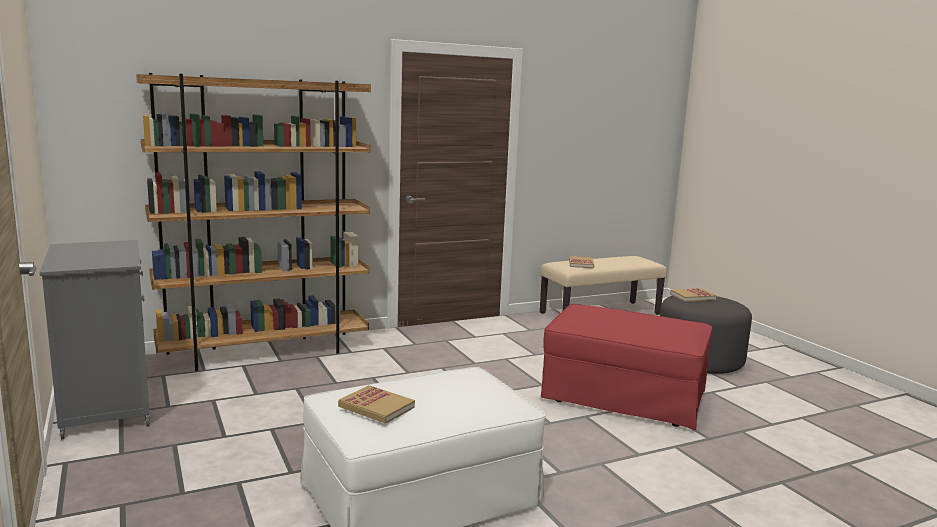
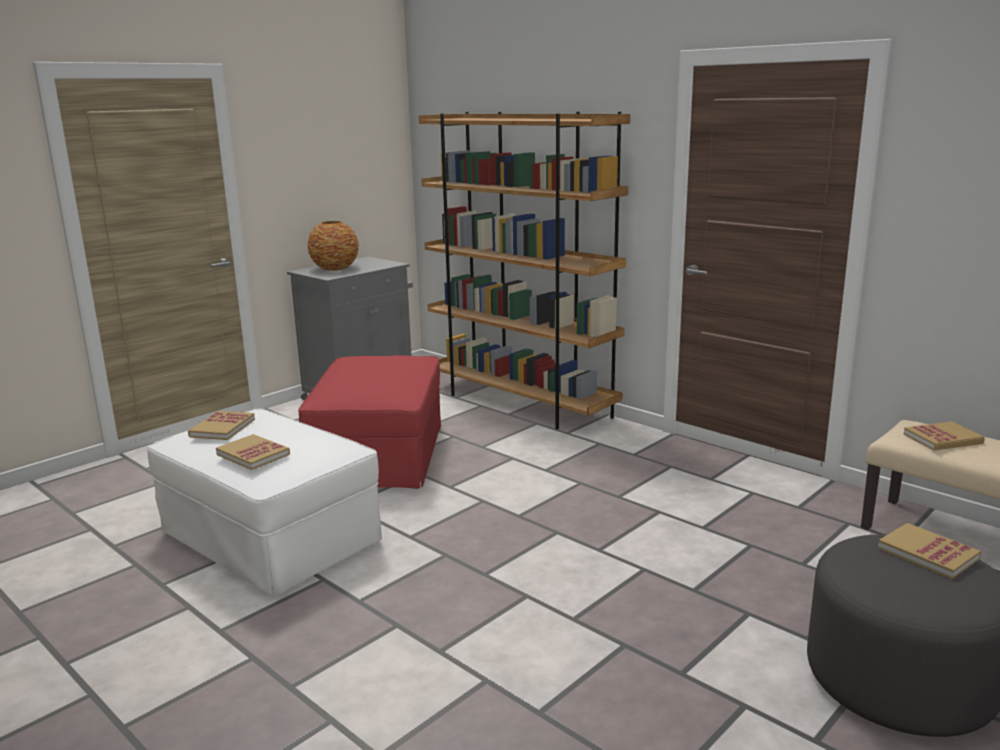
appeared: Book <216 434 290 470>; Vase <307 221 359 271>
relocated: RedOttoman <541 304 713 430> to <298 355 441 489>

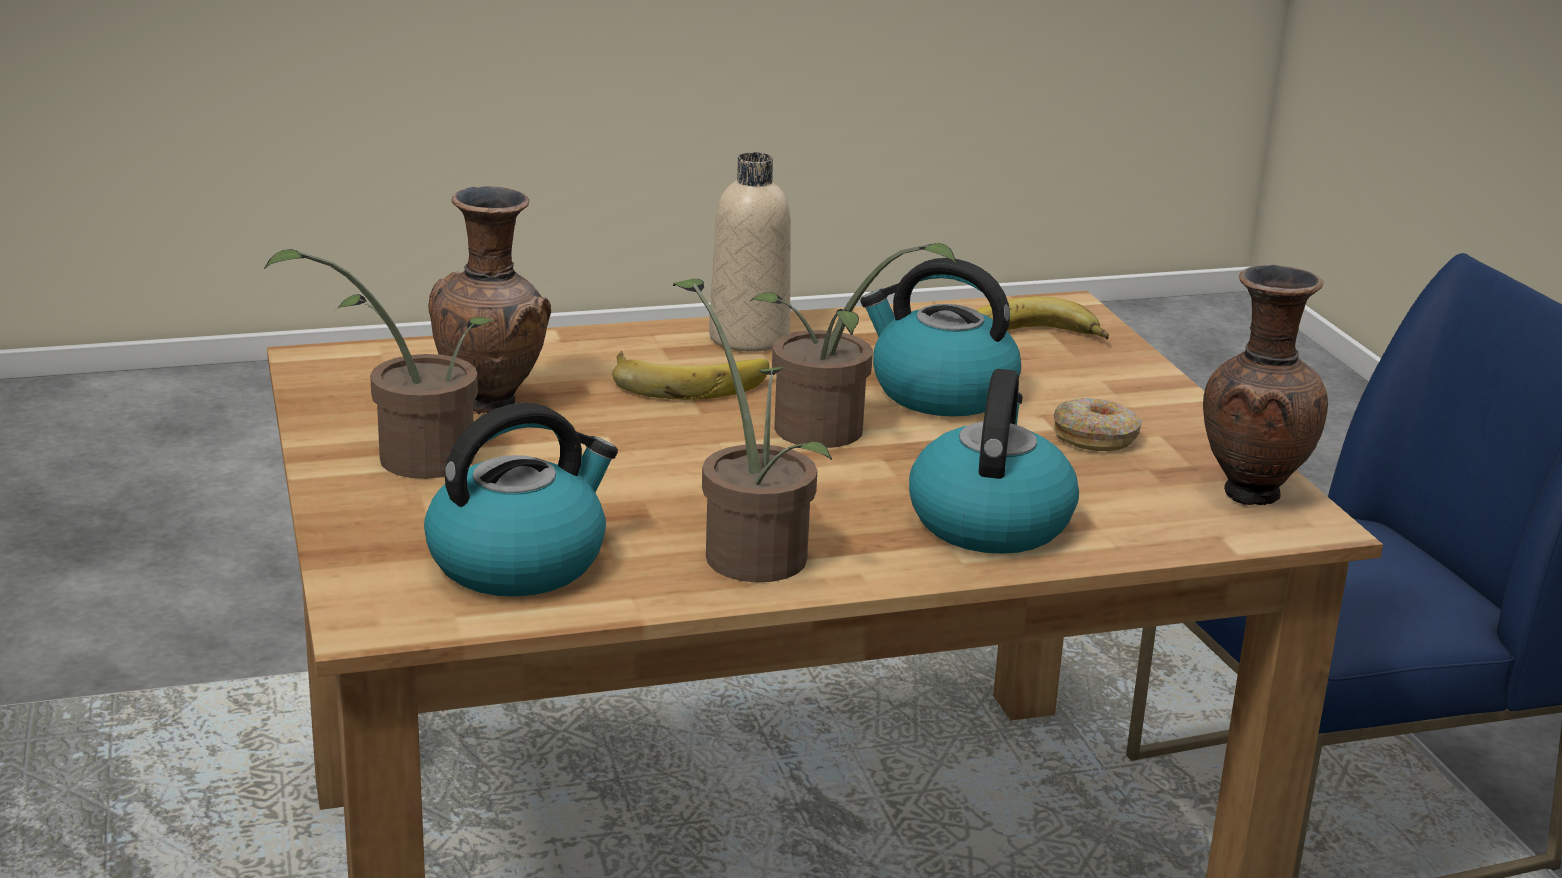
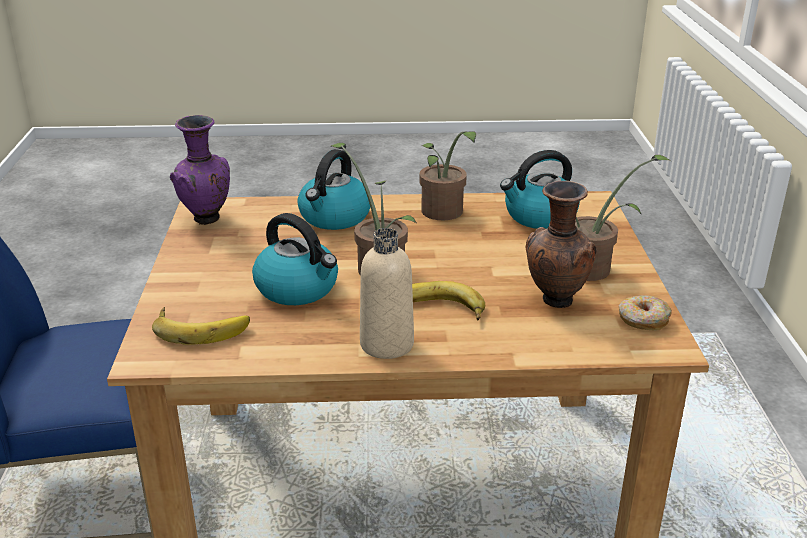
relocated: Donut <1054 398 1142 451> to <619 295 672 331>
colour: BrownVase <1203 265 1328 505> to PurpleVase <170 115 230 225>

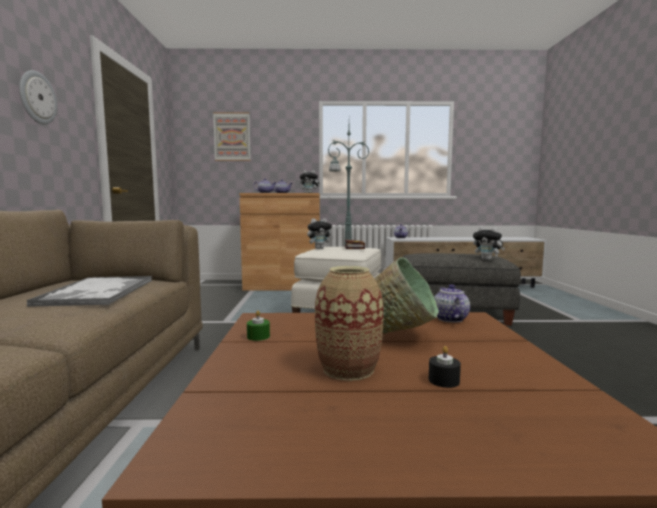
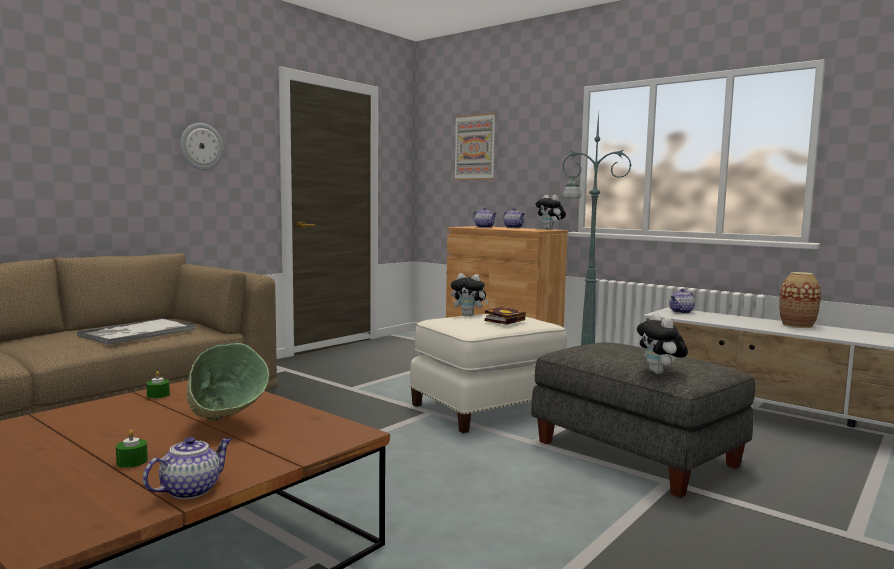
relocated: Teapot <434 284 470 322> to <143 437 232 499>; Vase <315 266 383 381> to <779 272 821 328>
colour: BlackCandle <429 346 461 388> to GreenCandle <116 430 148 468>

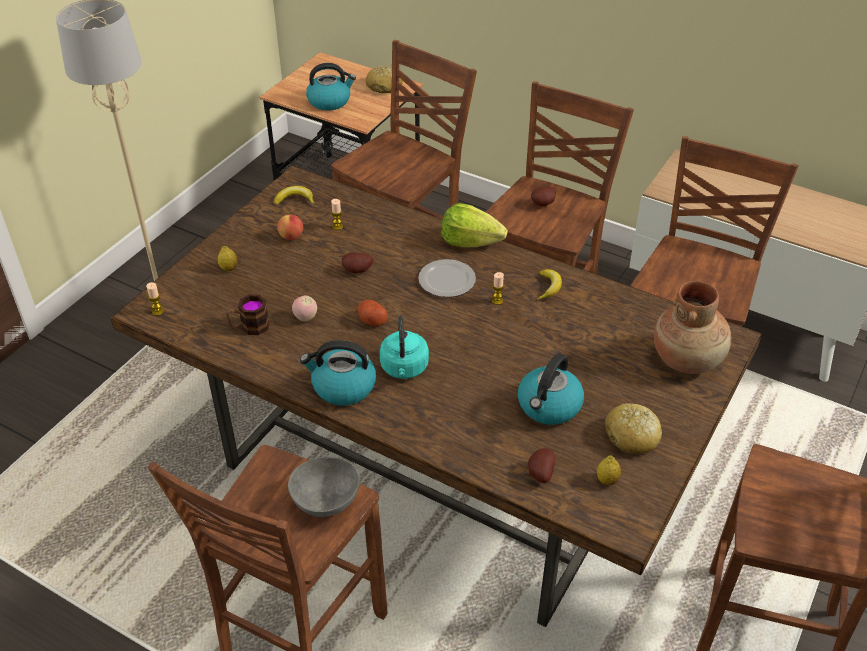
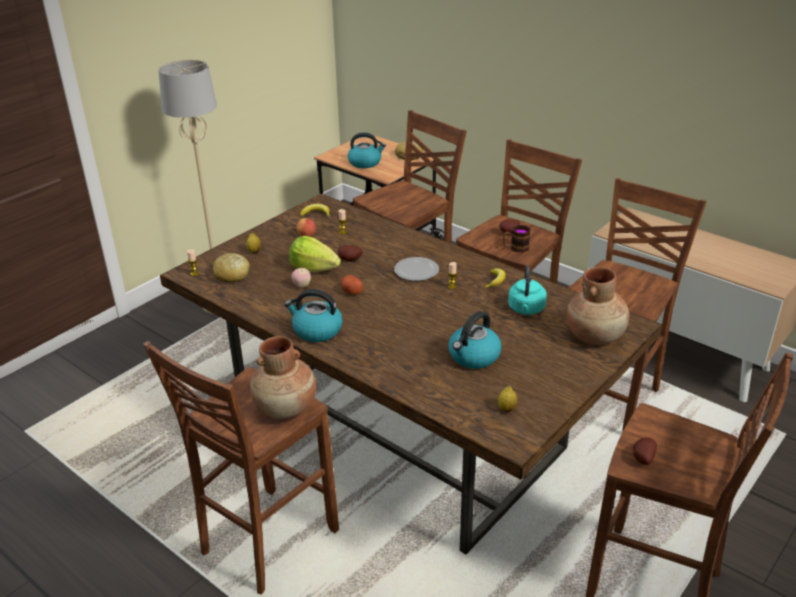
relocated: Bread <605 403 662 454> to <213 253 250 282>; Lettuce <441 203 508 247> to <289 236 341 272>; Mug <226 294 269 335> to <503 225 531 253>; TurquoiseKettle <380 315 429 379> to <508 265 547 315>; Potato <528 448 556 483> to <633 437 657 465>
exchanged: GreyBowl <288 457 360 517> to BrownVase <250 336 316 419>

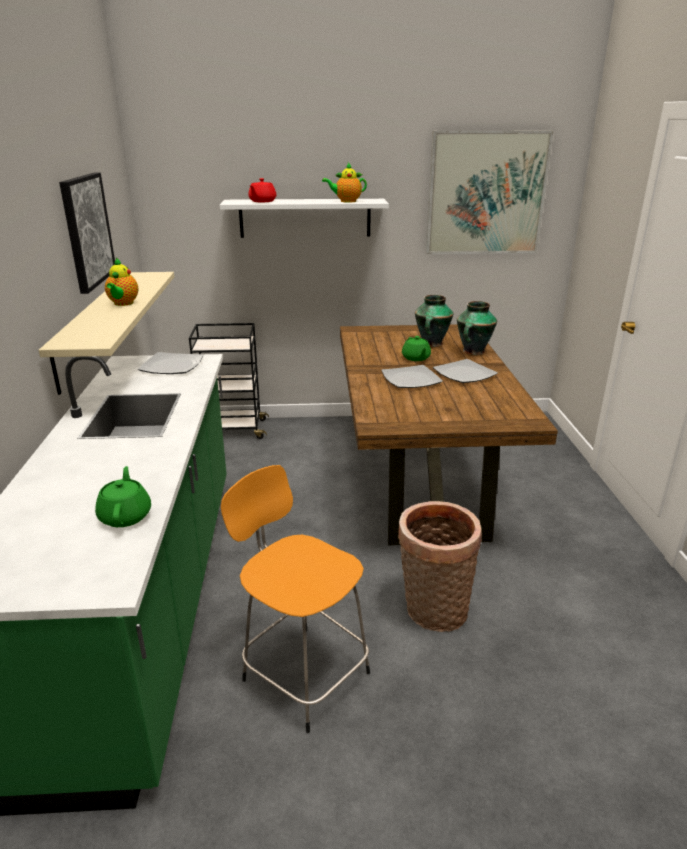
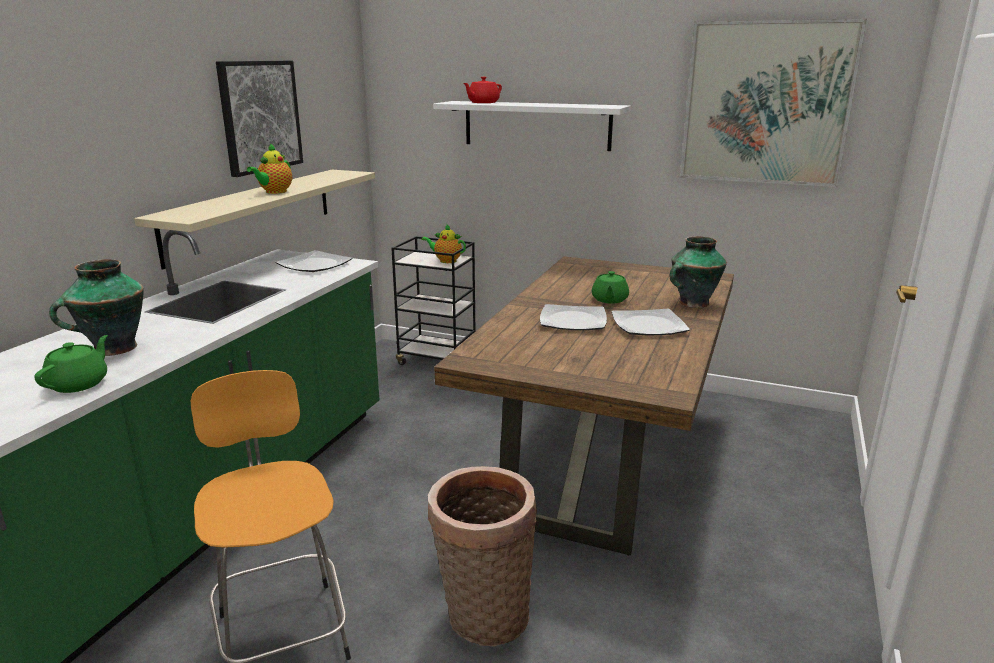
relocated: Vase <415 295 453 347> to <49 259 144 356>; Teapot <322 163 367 202> to <421 224 466 263>

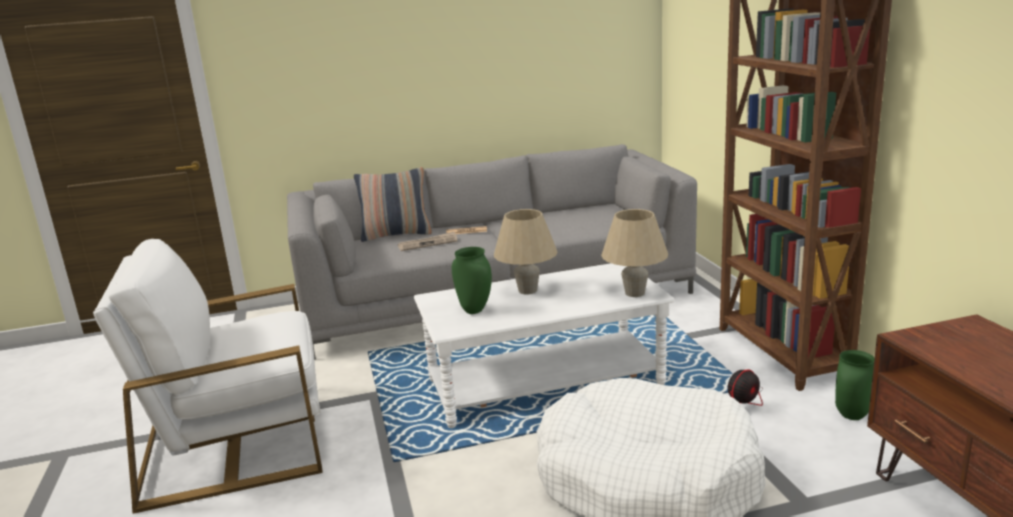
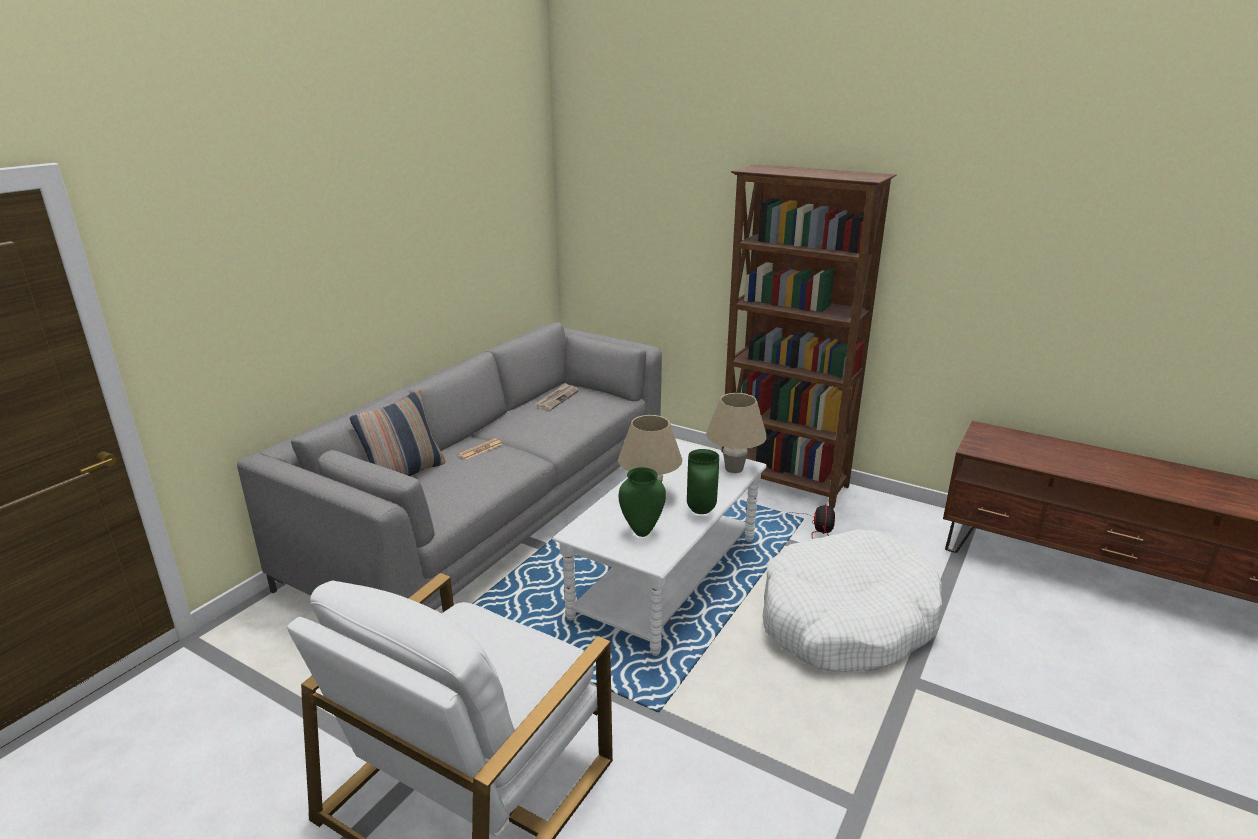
relocated: Newspaper <398 232 457 251> to <535 383 579 410>; GreenVase <835 350 875 420> to <687 449 719 514>

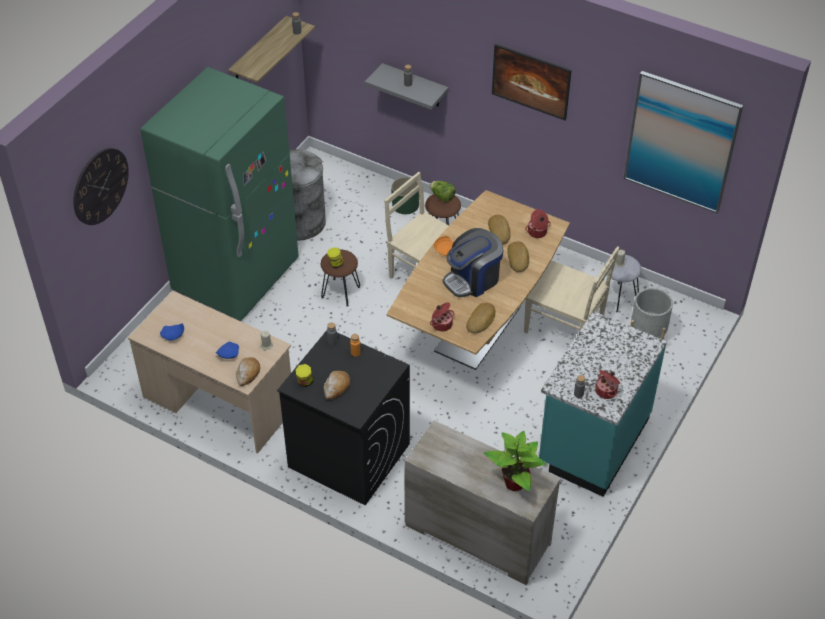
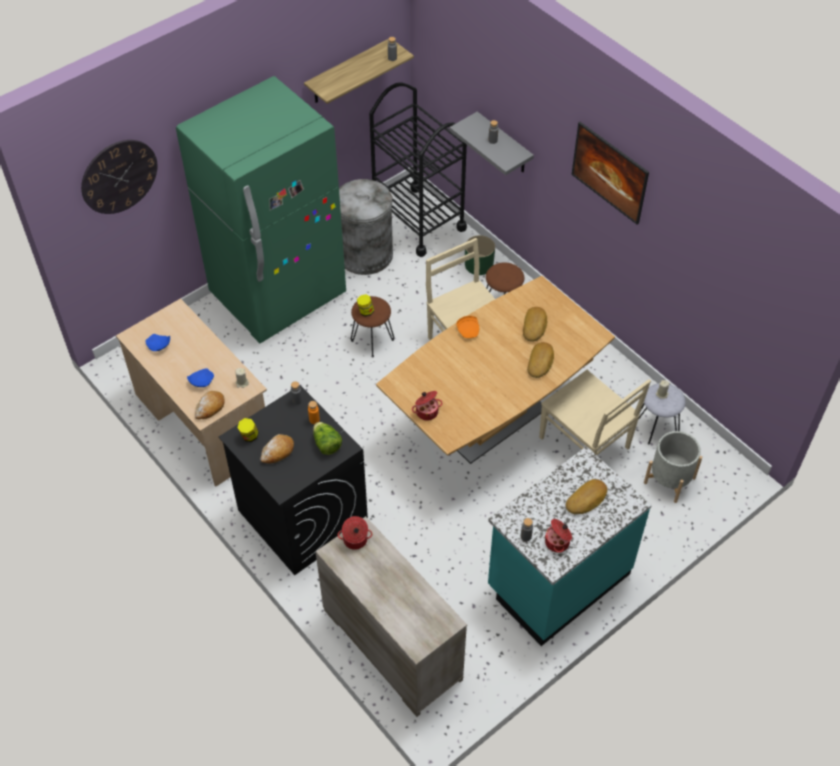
missing: CoffeeMachine <443 228 503 297>; PottedPlant <484 431 546 491>; Picture <624 71 743 213>
appeared: BlackCart <369 82 467 257>
relocated: Lettuce <430 181 456 202> to <313 422 342 455>; CookingPot <525 209 551 238> to <338 516 372 550>; Bread <466 303 495 333> to <566 479 607 514>

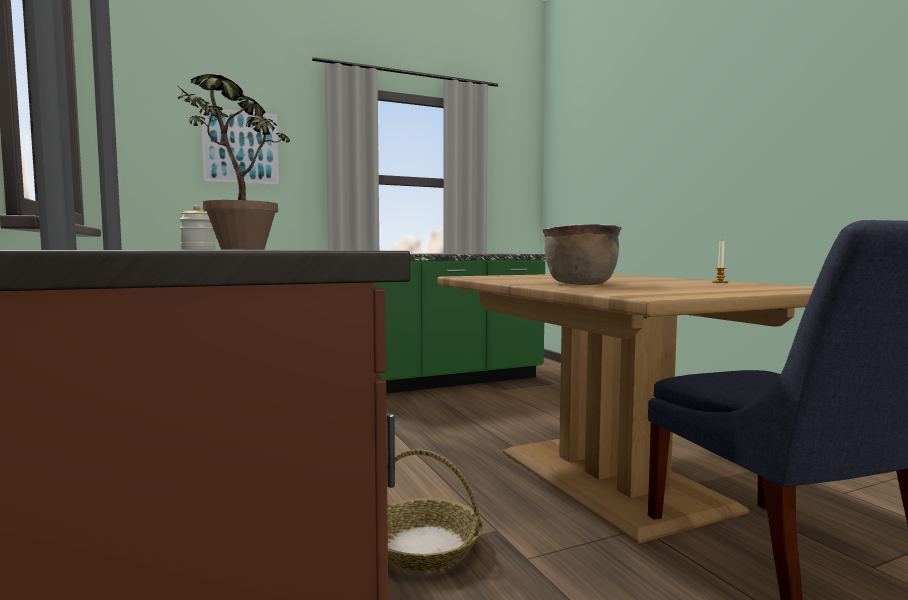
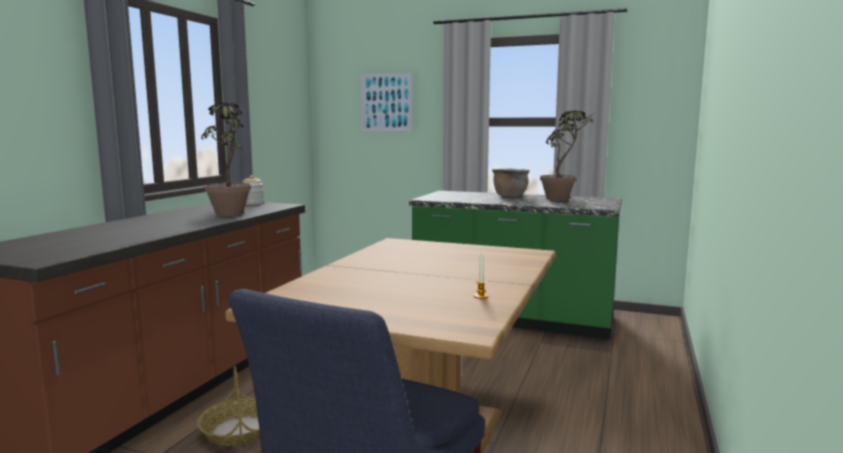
appeared: PottedPlant <540 111 597 201>
relocated: BrownCookingPot <542 224 622 285> to <492 169 530 197>

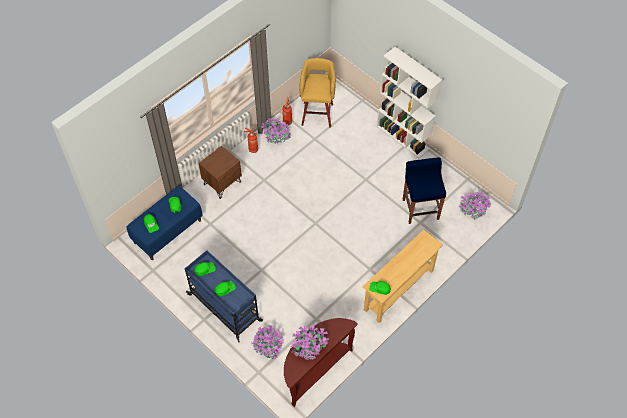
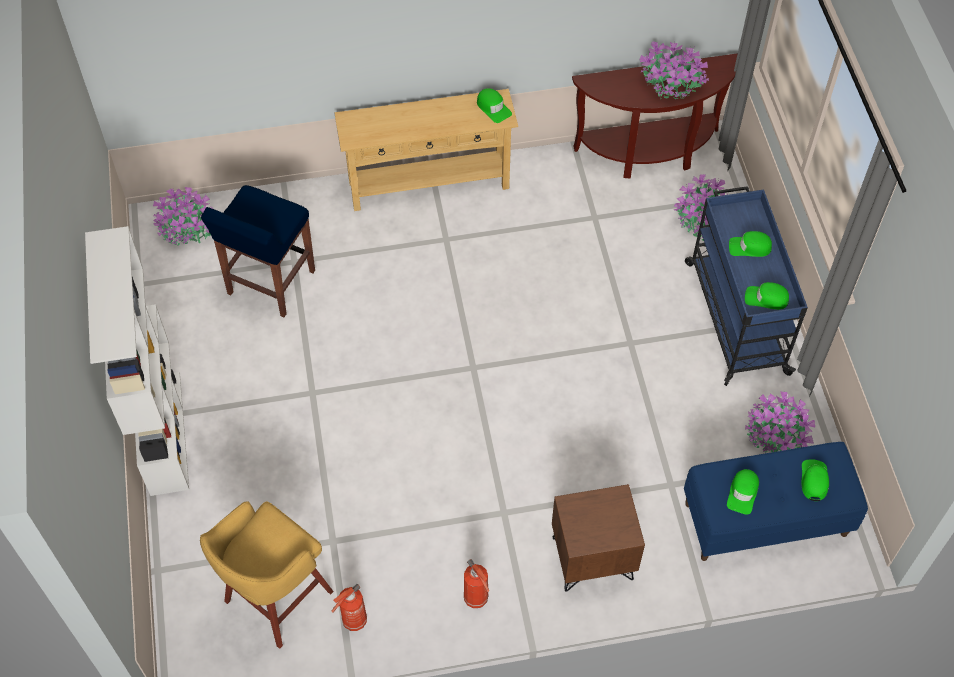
relocated: PottedPlant <261 118 291 144> to <745 391 815 452>

